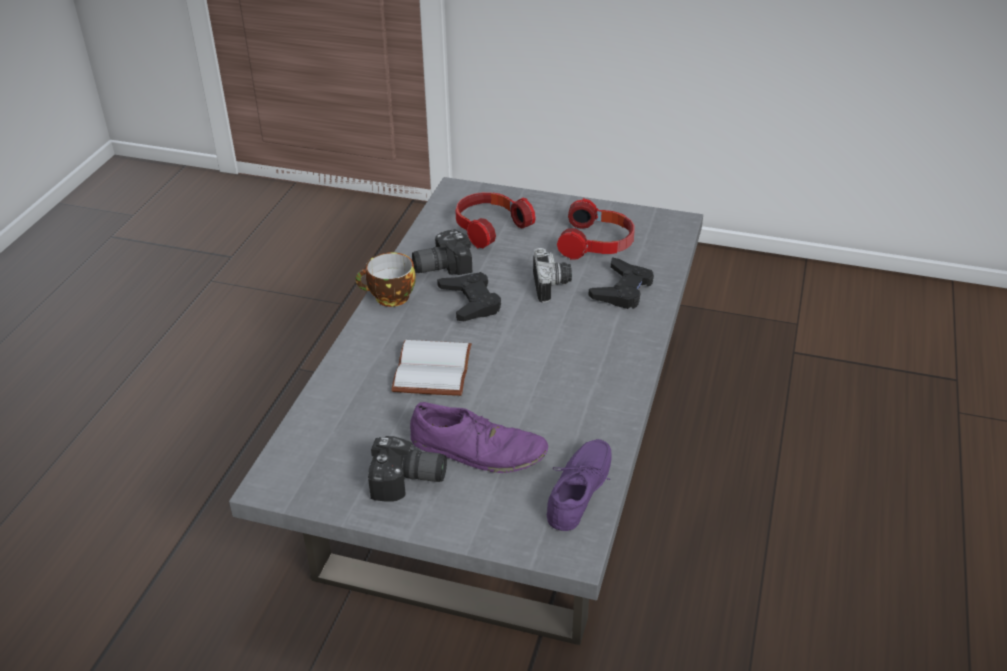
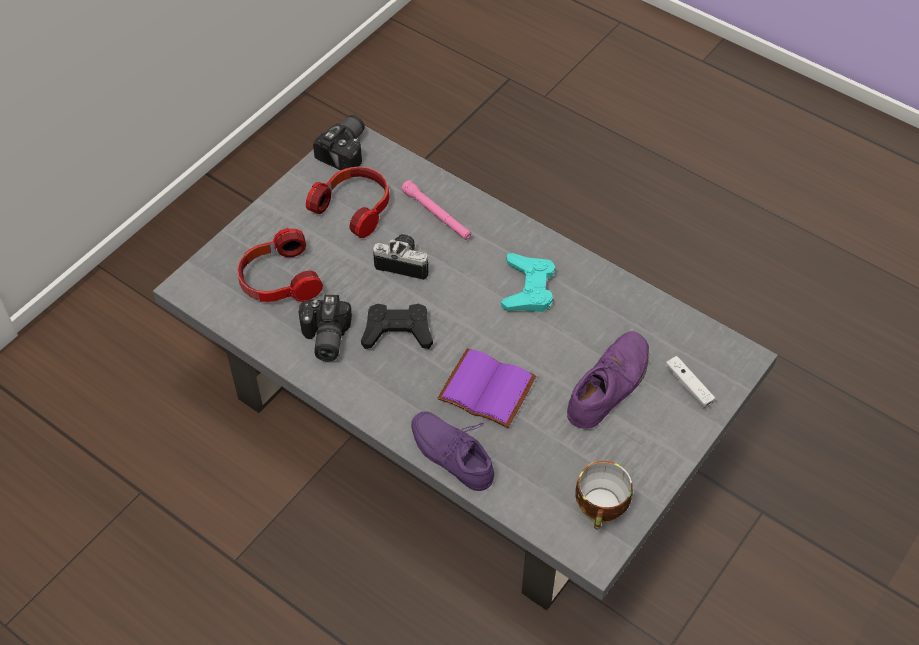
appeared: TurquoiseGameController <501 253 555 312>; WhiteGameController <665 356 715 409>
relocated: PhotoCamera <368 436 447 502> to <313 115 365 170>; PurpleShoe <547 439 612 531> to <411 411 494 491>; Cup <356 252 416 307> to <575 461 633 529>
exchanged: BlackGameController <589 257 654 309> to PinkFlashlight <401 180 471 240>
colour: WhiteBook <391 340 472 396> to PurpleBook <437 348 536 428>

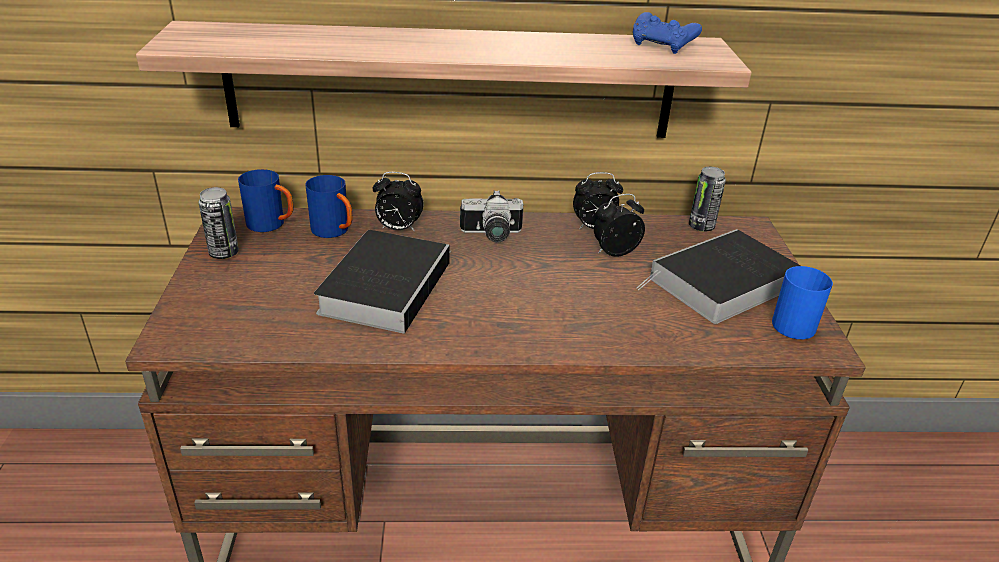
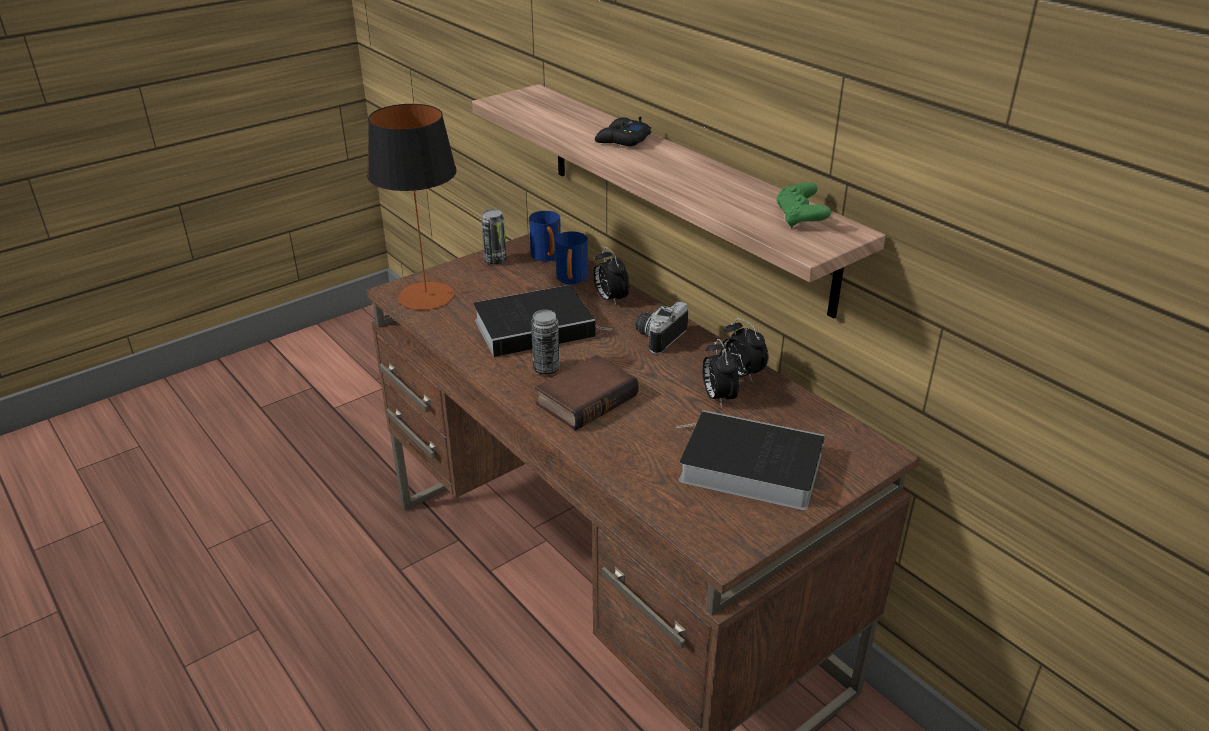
missing: BlueMug <772 266 833 339>
appeared: TableLamp <367 104 457 310>; Book <535 355 638 430>; BlackGameController <595 117 651 146>
relocated: Can <689 167 726 231> to <531 310 560 375>
colour: BlueGameController <633 12 702 54> to GreenGameController <776 182 831 228>
spun: PhotoCamera <460 190 523 243> = <635 302 688 354> 75 degrees clockwise; AlarmClock <594 194 645 257> = <702 338 739 408> 135 degrees counterclockwise

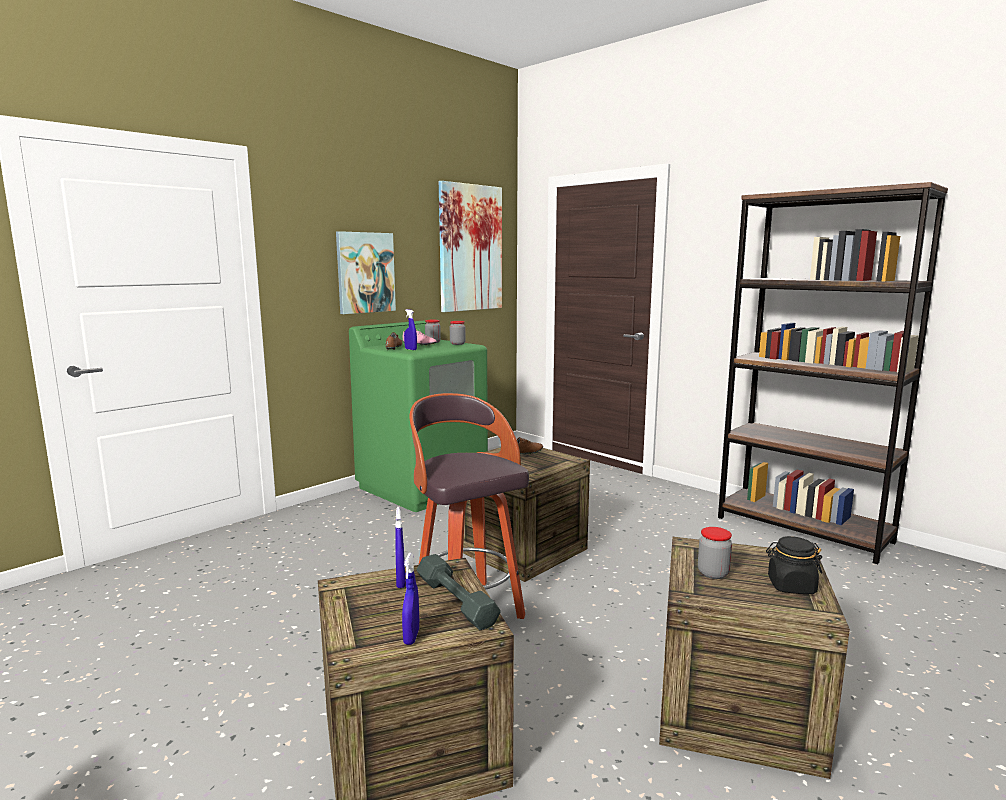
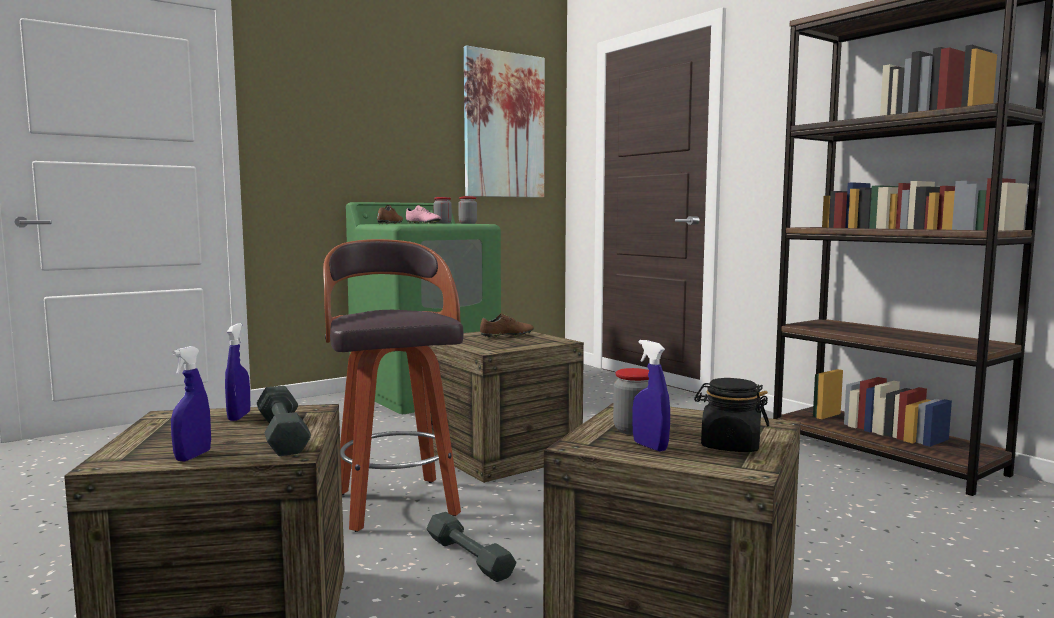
missing: Picture <336 231 396 314>
appeared: GreyDumbbell <426 512 516 582>
relocated: BlueSprayBottle <404 309 417 350> to <632 340 670 452>

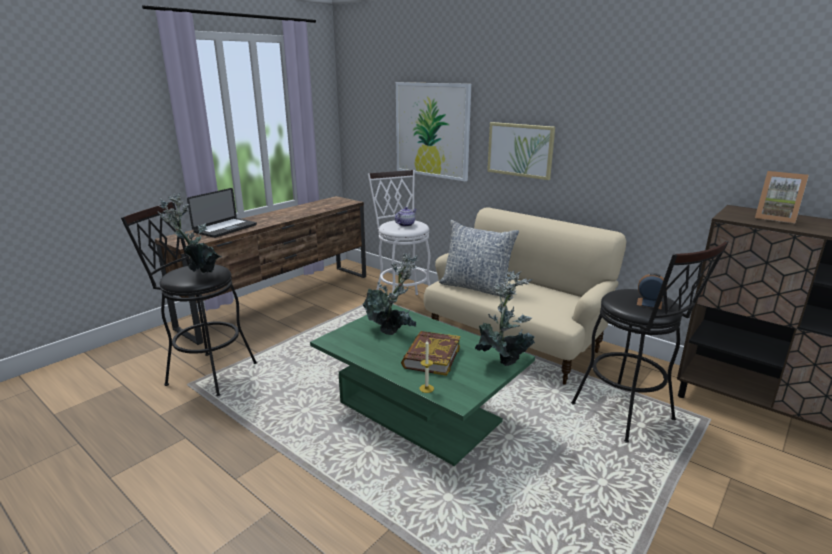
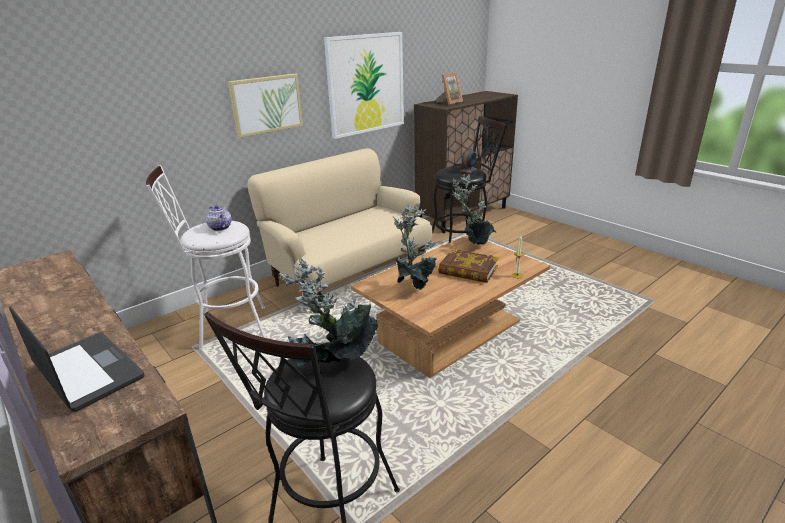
missing: Pillow <439 220 519 298>
relocated: Picture <396 82 471 181> to <324 32 404 139>
colour: GreenCoffeeTable <310 304 535 466> to BrownCoffeeTable <350 235 550 378>

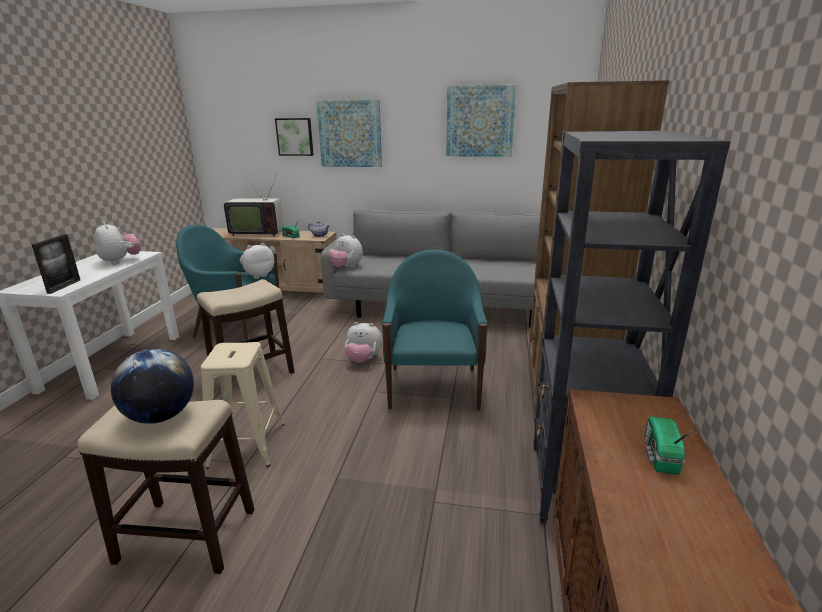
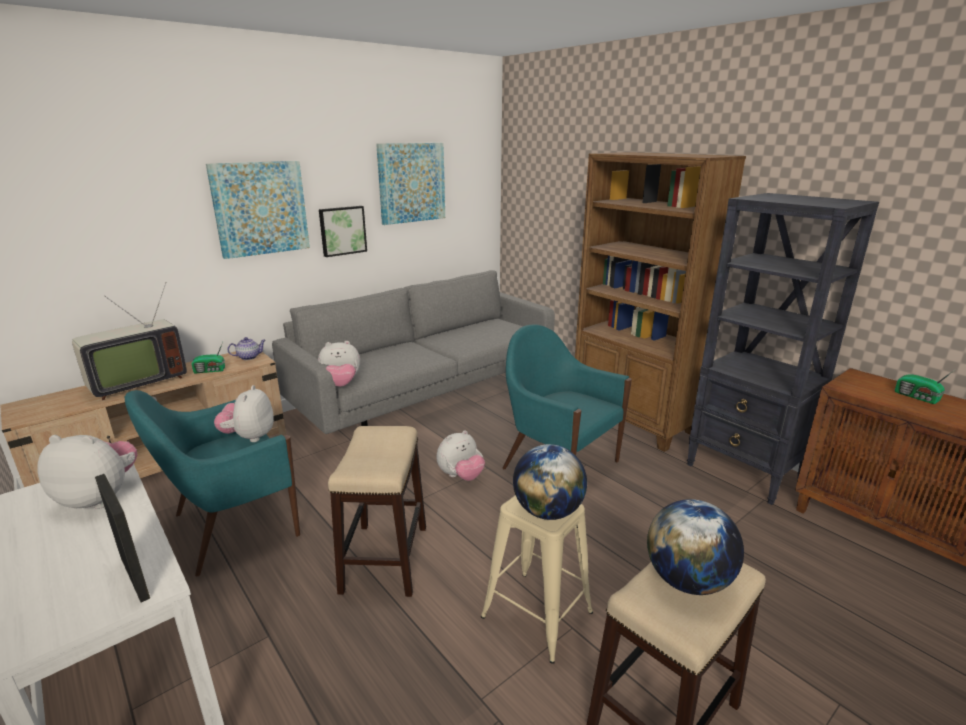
appeared: Globe <513 444 587 520>
relocated: Picture <275 118 314 156> to <319 206 367 257>

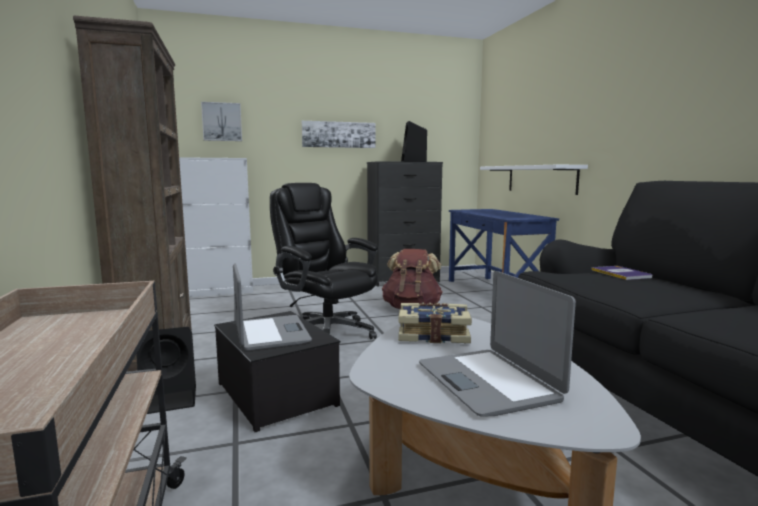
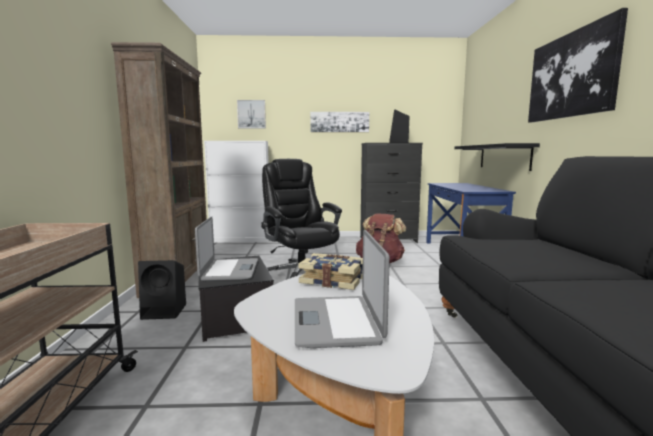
missing: Book <591 266 653 280>
appeared: Picture <528 8 628 123>
colour: WhiteShelf <480 165 588 195> to BlackShelf <454 143 540 171>

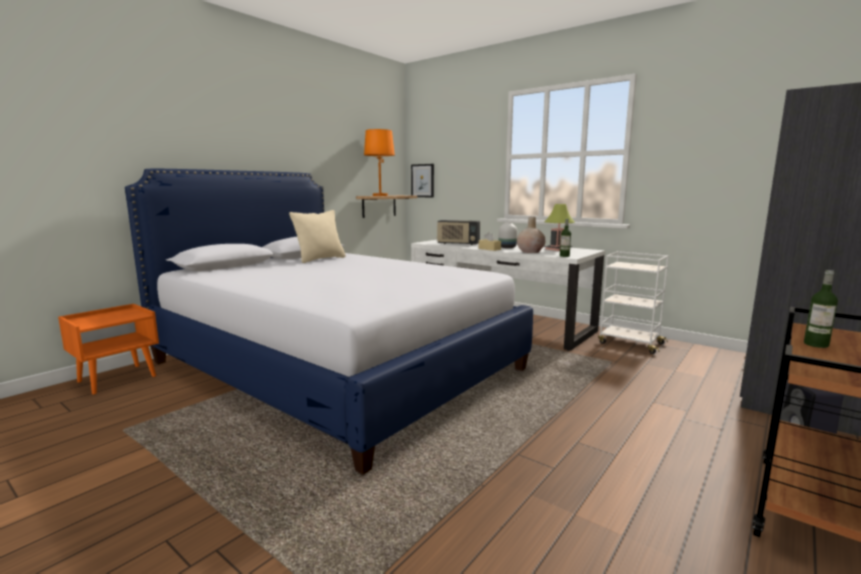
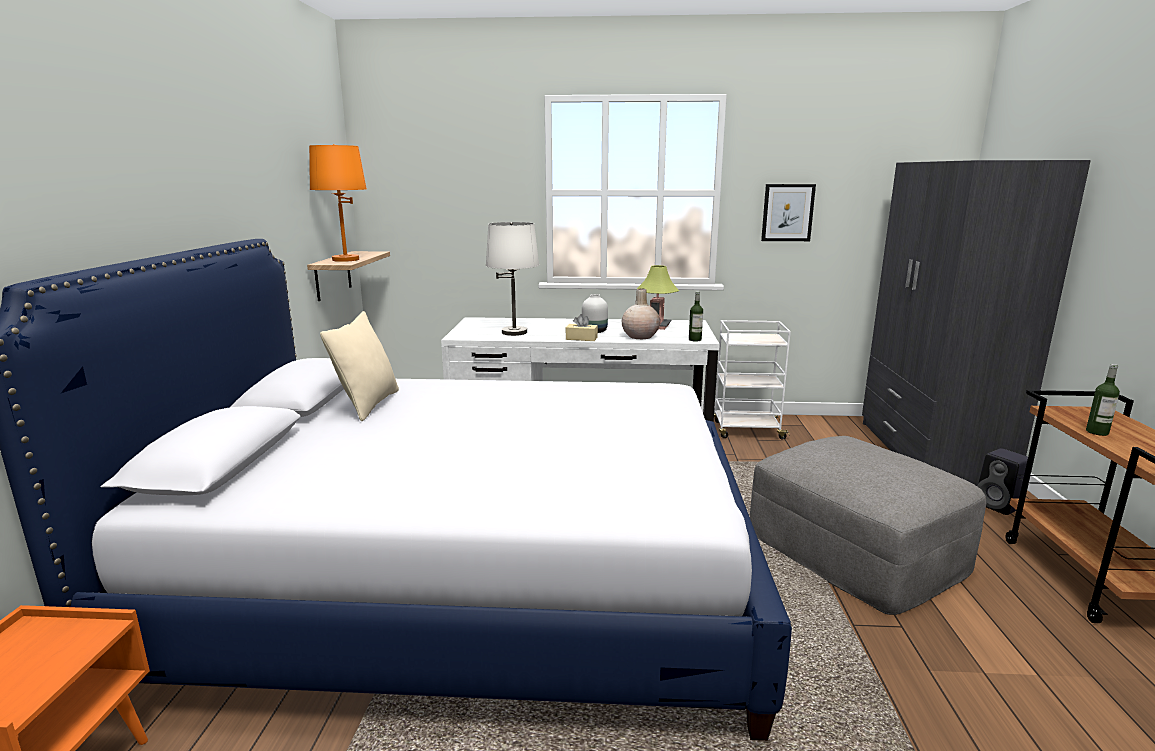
appeared: GreyOttoman <750 436 986 615>
relocated: Picture <411 164 434 197> to <761 184 816 241>
exchanged: Radio <437 220 480 245> to WhiteTableLamp <486 222 539 336>

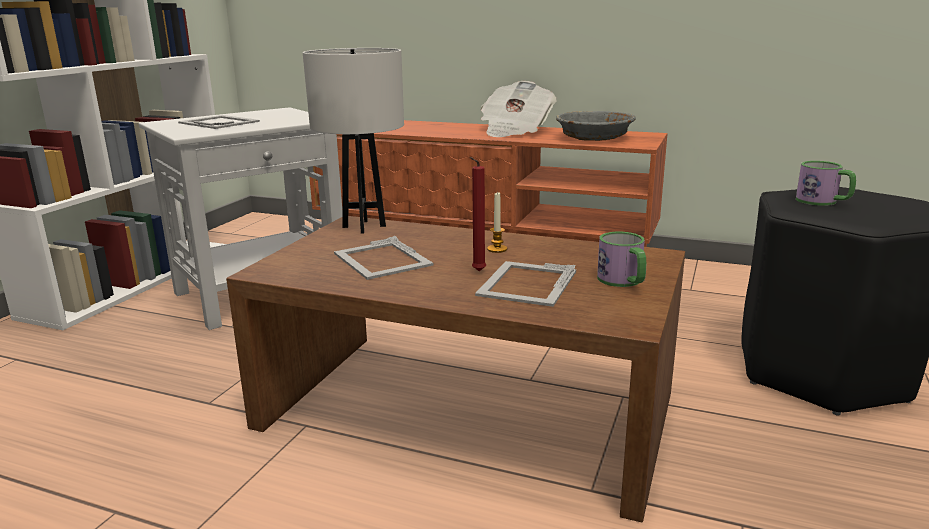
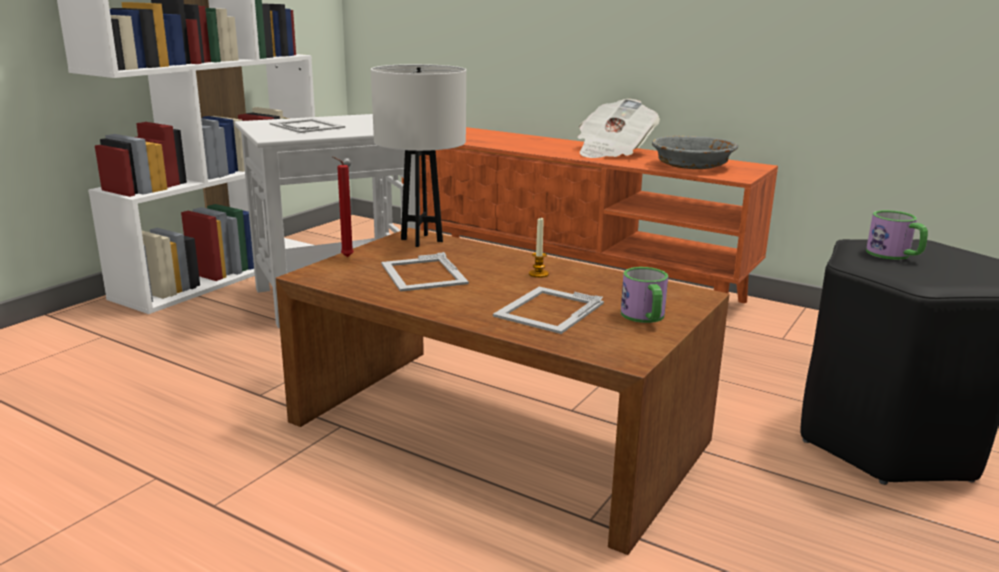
relocated: RedCandle <470 157 486 271> to <332 156 354 257>

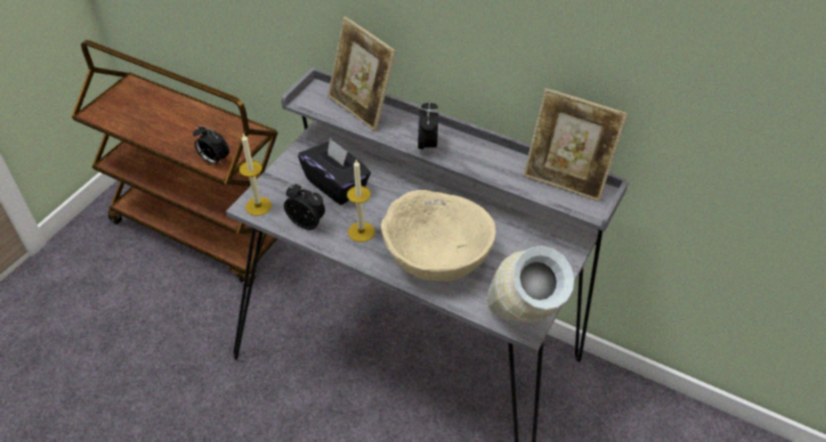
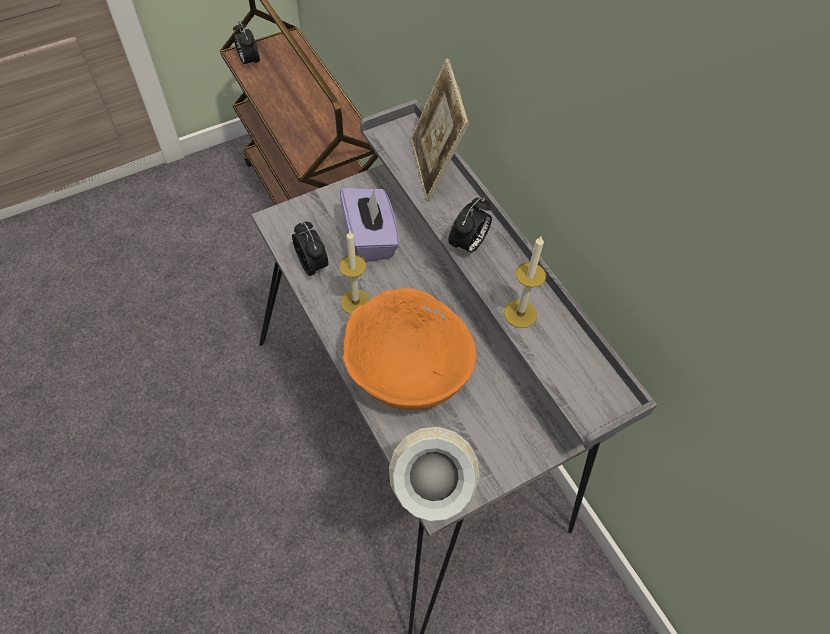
missing: PictureFrame <523 88 628 202>
relocated: AlarmClock <193 125 229 166> to <233 21 260 69>; Candle <239 133 272 216> to <504 235 546 328>
colour: BlackTissueBox <298 138 371 205> to PurpleTissueBox <340 188 399 262>; BeigeBowl <381 190 496 281> to OrangeBowl <342 288 476 410>

